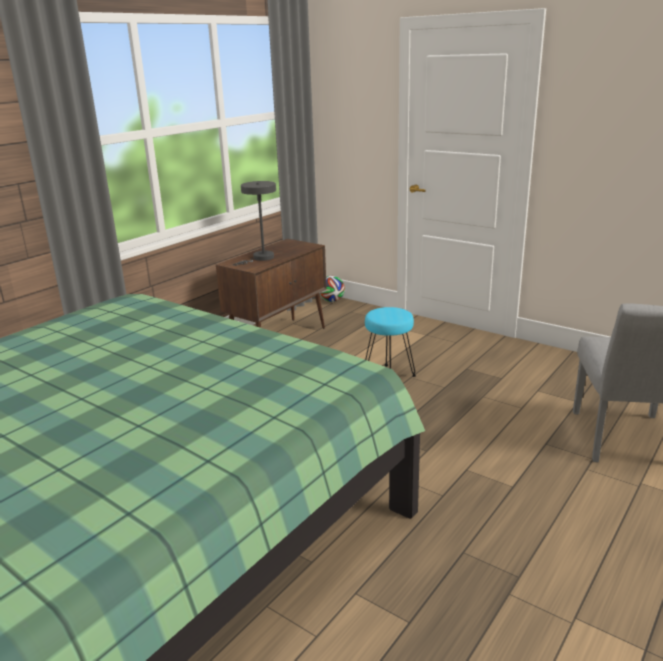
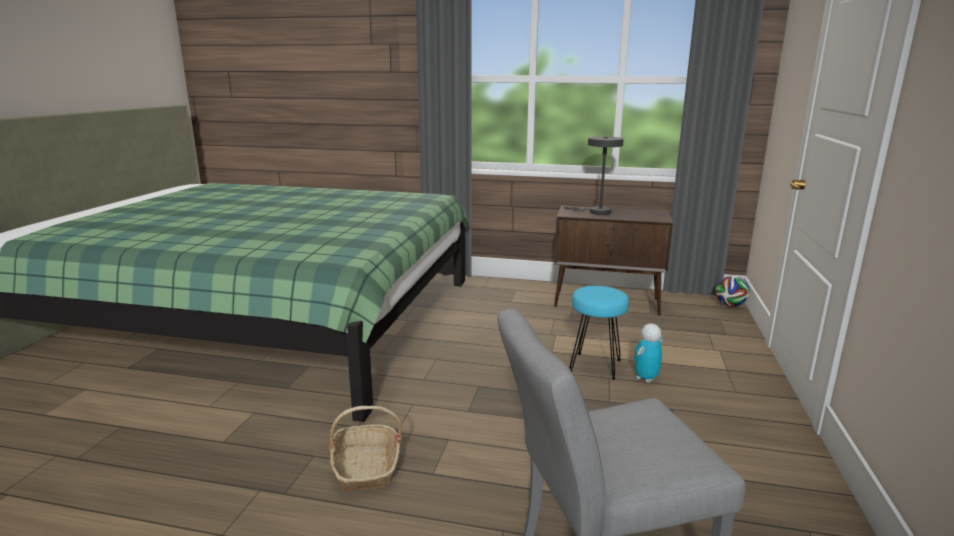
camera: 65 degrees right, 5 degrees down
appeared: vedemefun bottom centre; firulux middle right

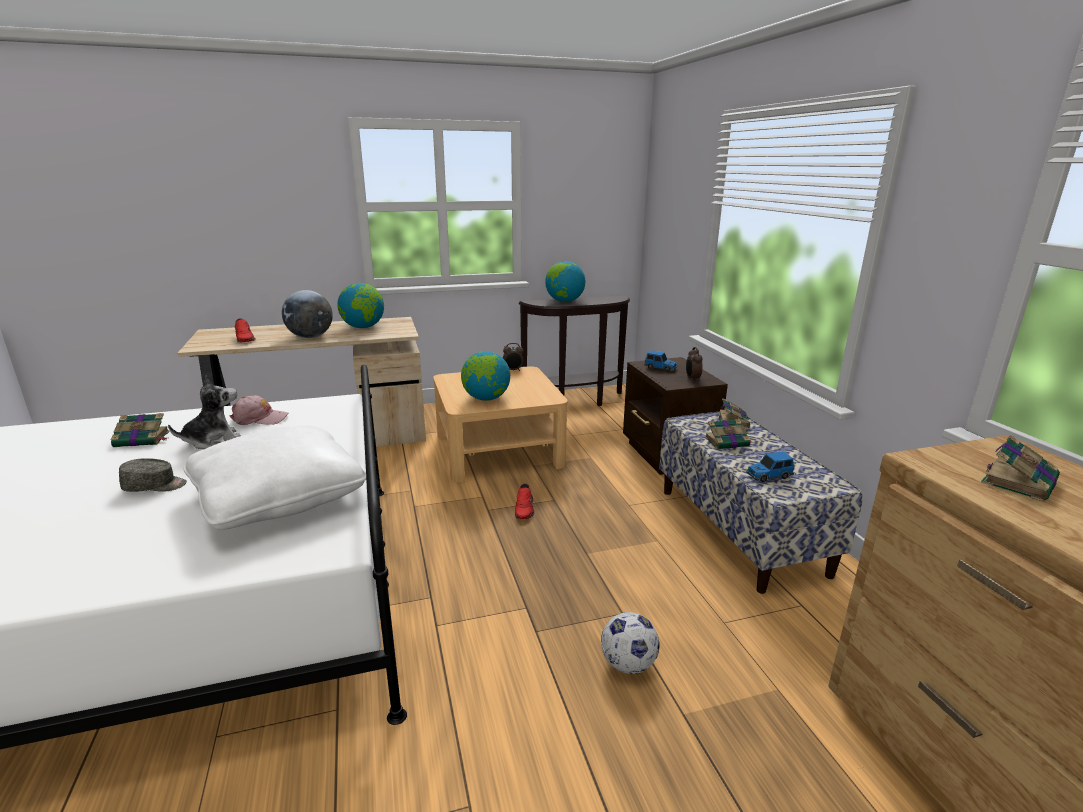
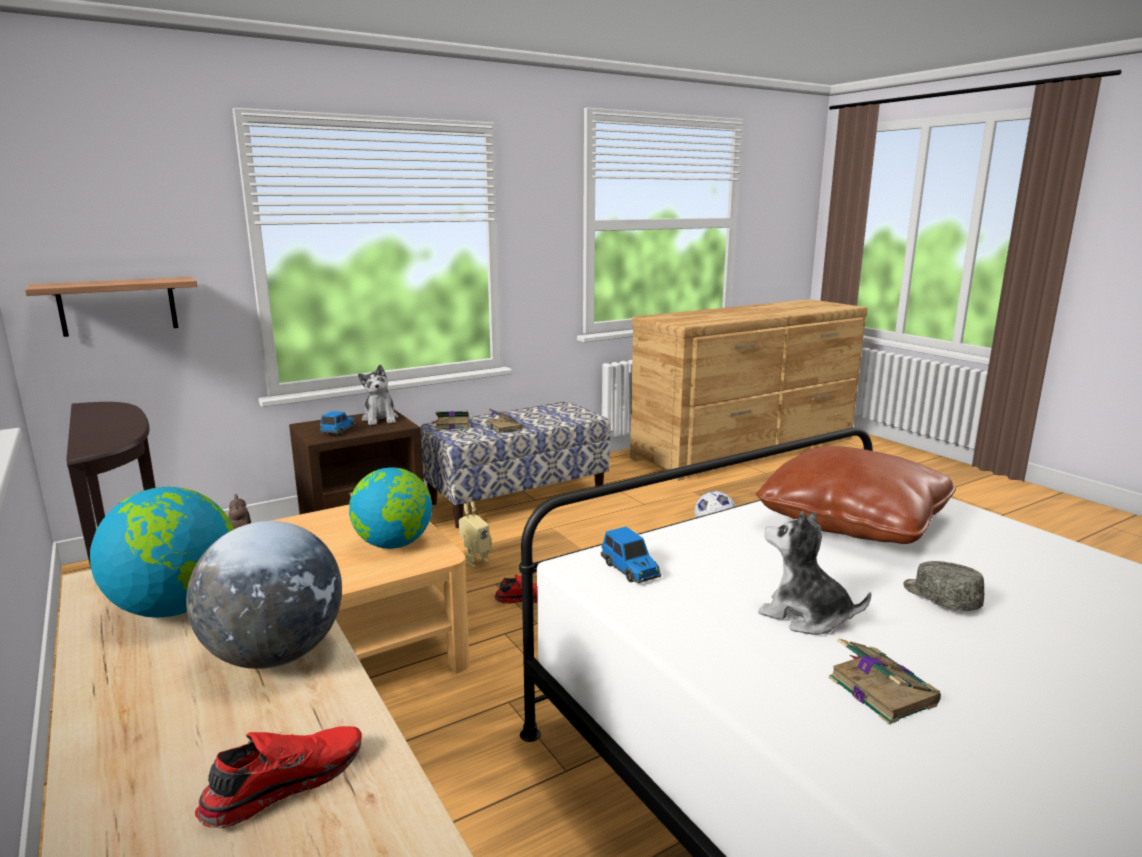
camera: 105 degrees left, 5 degrees down
missing: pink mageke middle left; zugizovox (no. 4 from left) centre; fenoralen (no. 4 from left) middle right
appeared: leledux middle left; firulux centre
relocated: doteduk (no. 2 from left) middle right to centre
exchanged: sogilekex (no. 2 from left) centre to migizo (no. 1 from left) middle left
colour: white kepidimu middle left to brown kepidimu middle right

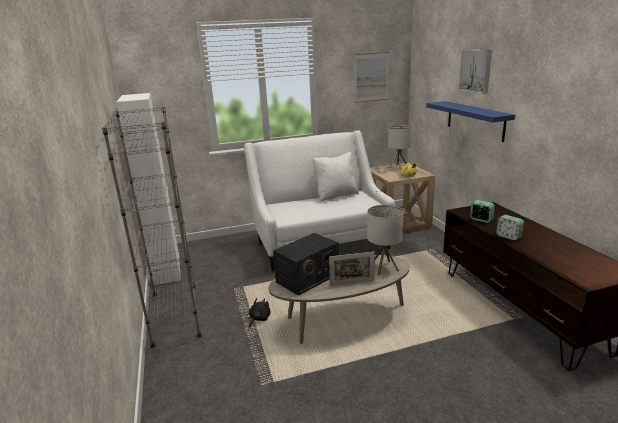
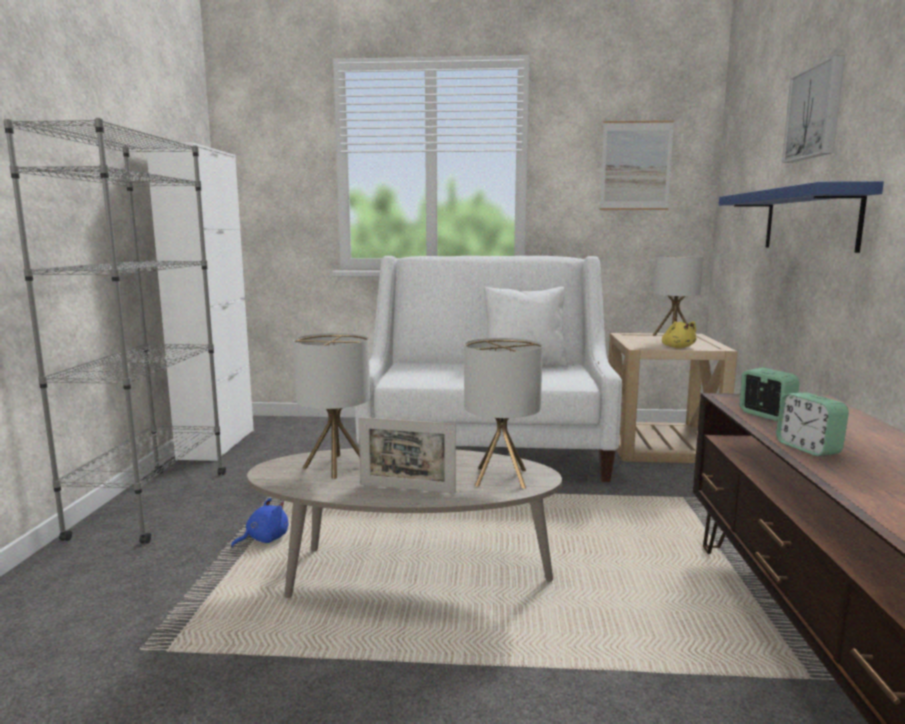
camera: 20 degrees right, 10 degrees down
exchanged: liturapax centre to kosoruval (no. 1 from left) centre
colour: black migizo bottom centre to blue migizo bottom left

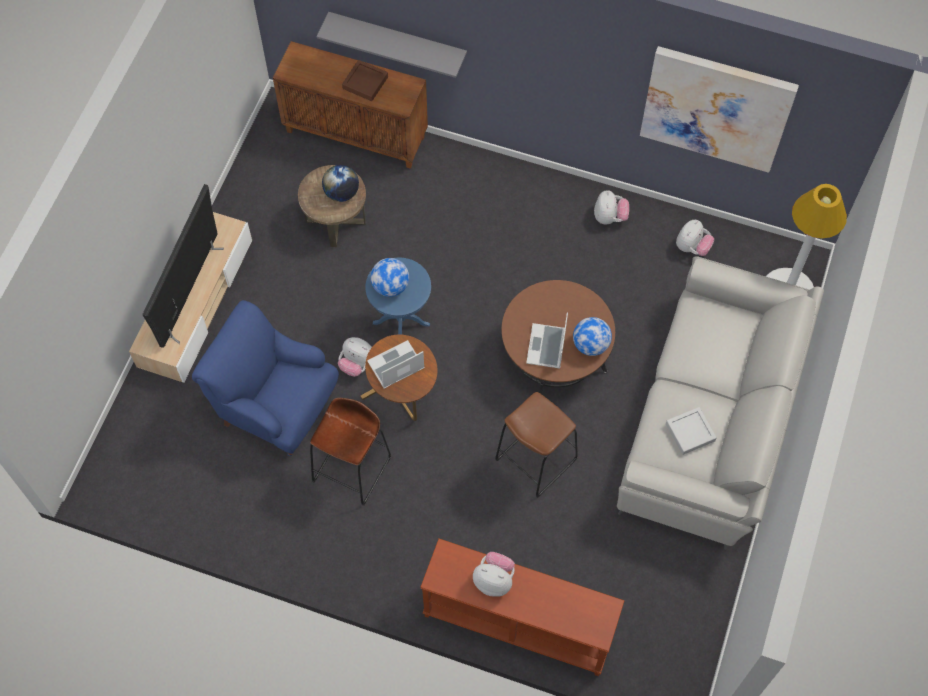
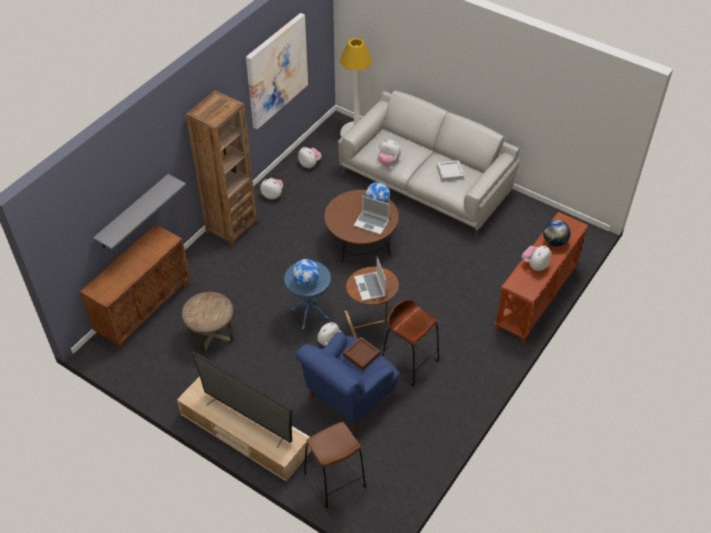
camera: 75 degrees left, 15 degrees down
appeared: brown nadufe top left; migizo (no. 4 from left) top centre
relocated: zugizovox (no. 1 from left in the first image) top centre to zugizovox (no. 3 from left) middle right; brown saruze top centre to centre; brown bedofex (no. 2 from left in the first image) centre to brown bedofex (no. 1 from left) bottom centre

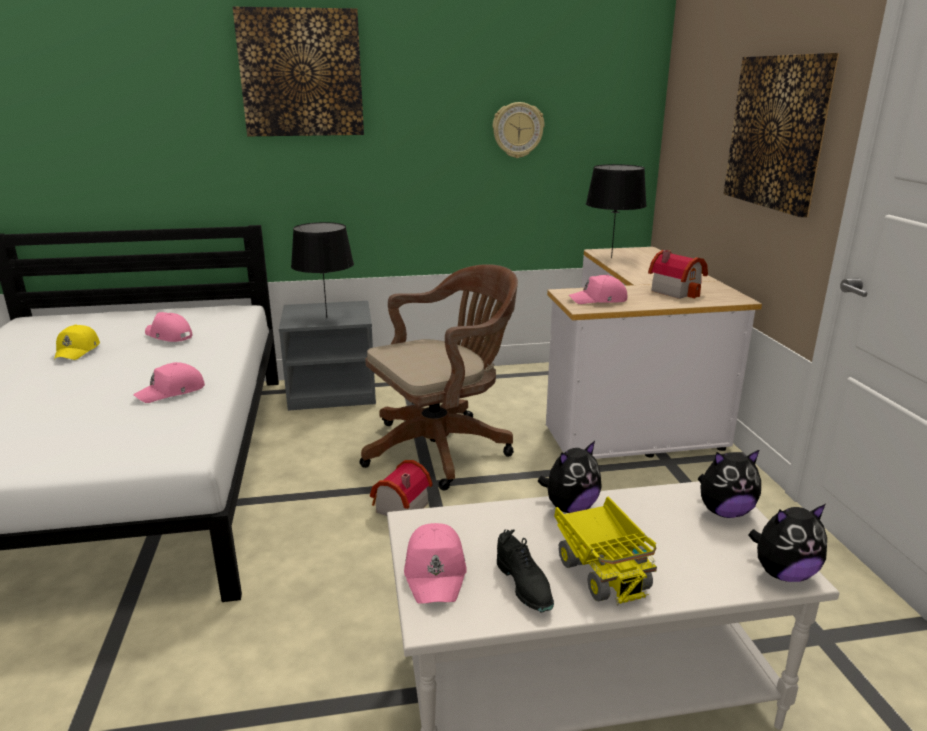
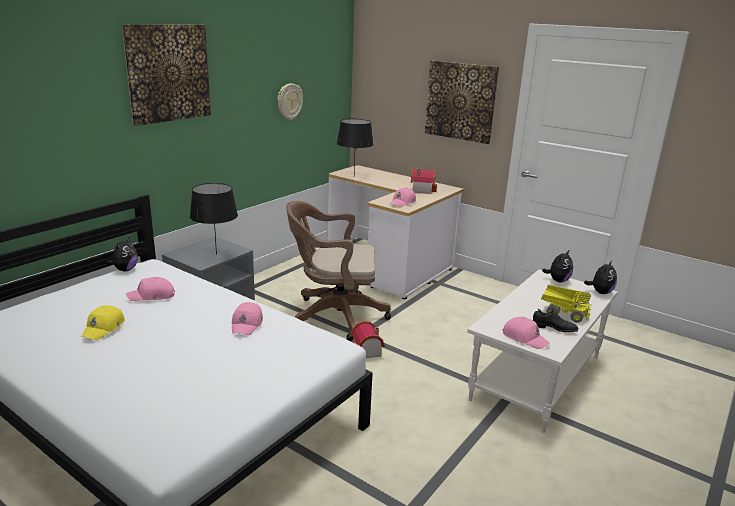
camera: 45 degrees left, 0 degrees up
relocated: migizo (no. 1 from left) centre to middle left
spun: yellow mageke middle left = middle left 60 degrees clockwise; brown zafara centre = centre 105 degrees counterclockwise

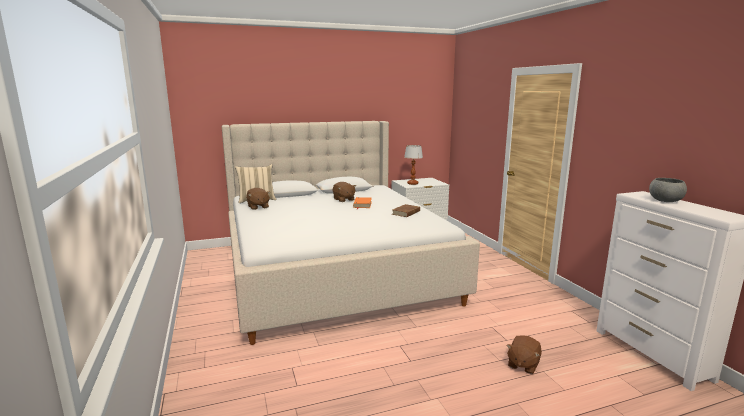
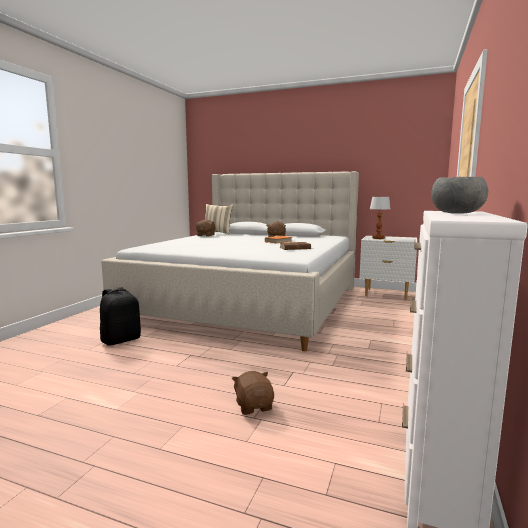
camera: 40 degrees right, 5 degrees down
appeared: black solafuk middle left
spun: brown migizo (no. 3 from left in the first image) bottom right = bottom centre 90 degrees clockwise

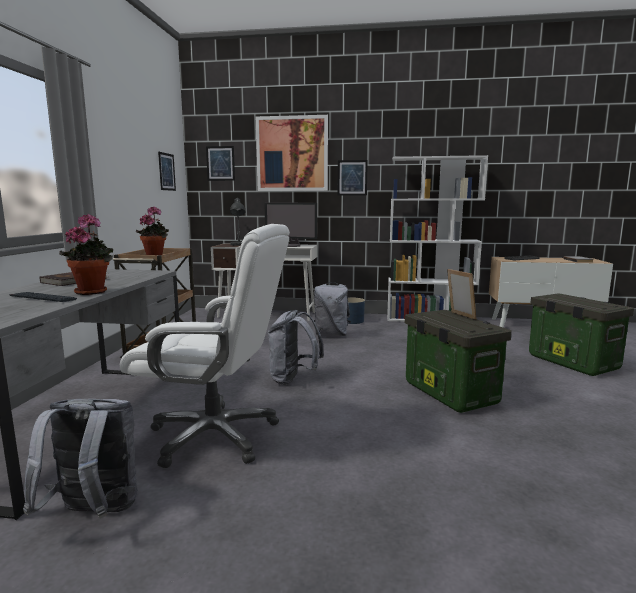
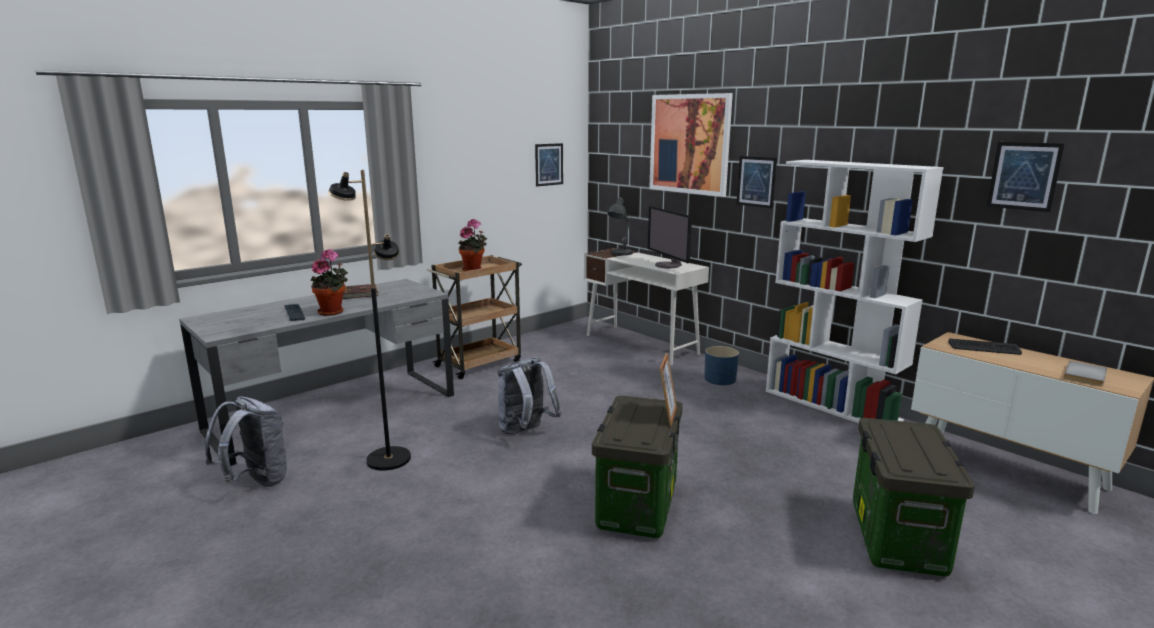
camera: 40 degrees right, 5 degrees up
missing: grey solafuk (no. 3 from left) centre
relocated: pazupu (no. 2 from left in the first image) top centre to pazupu (no. 4 from left) top right
exchanged: white zafara middle left to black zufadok middle left

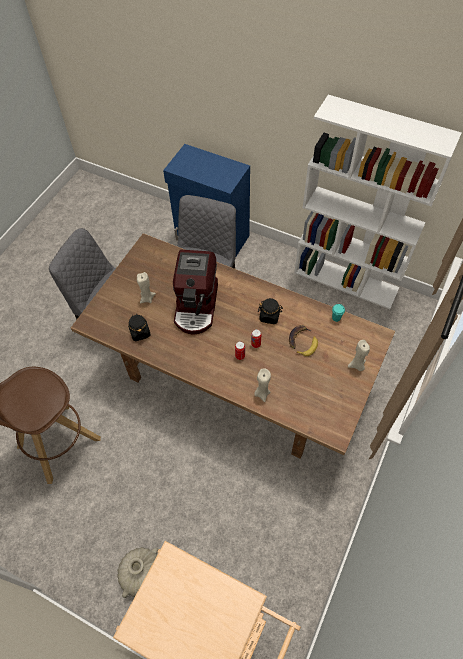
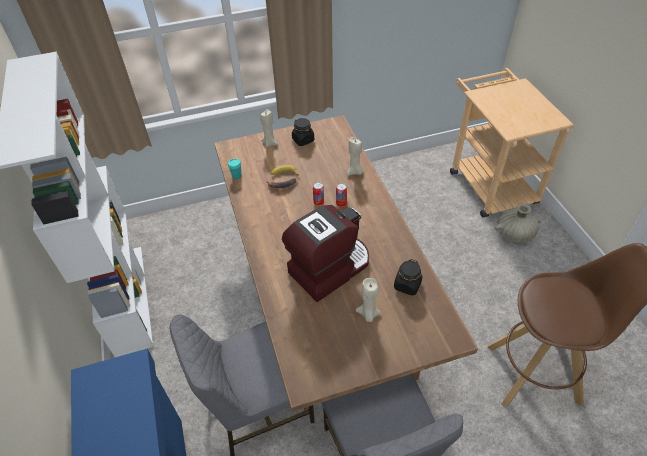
camera: 135 degrees left, 10 degrees down
relocated: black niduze (no. 2 from left in the first image) centre to black niduze (no. 1 from left) top centre

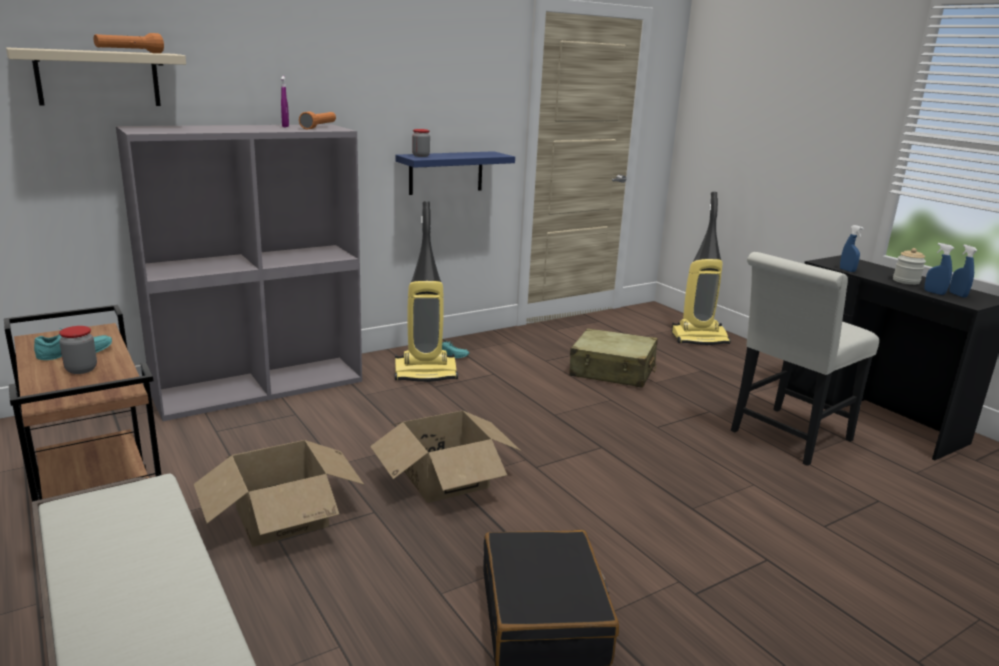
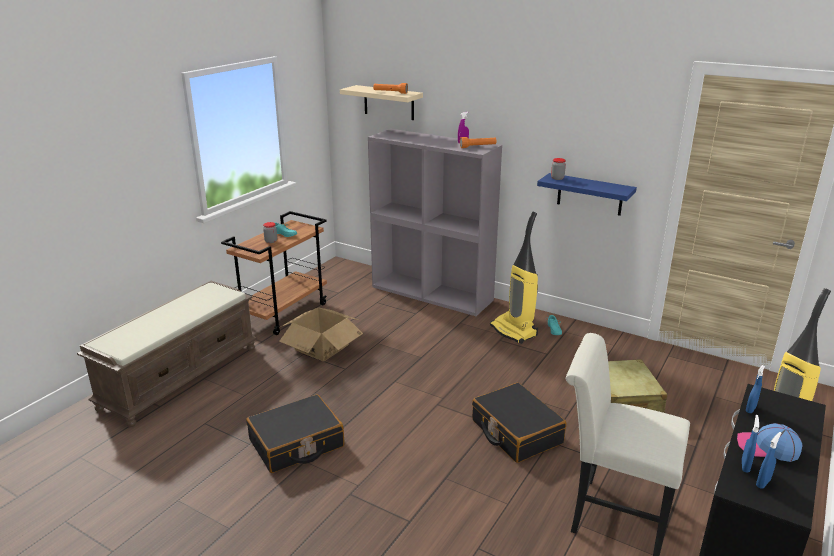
camera: 65 degrees right, 5 degrees up
missing: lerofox (no. 2 from left) bottom centre
appeared: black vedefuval (no. 2 from left) bottom centre
exchanged: niduze (no. 3 from left) middle right to mageke bottom right

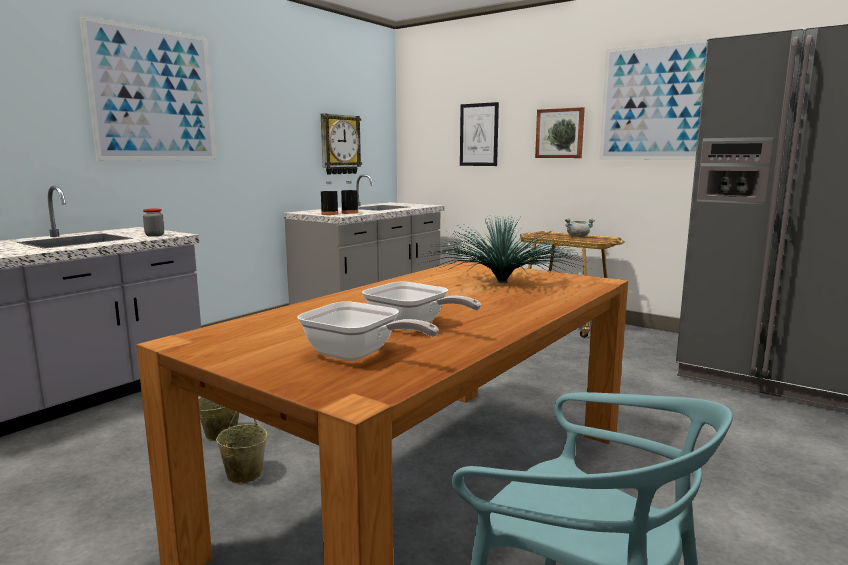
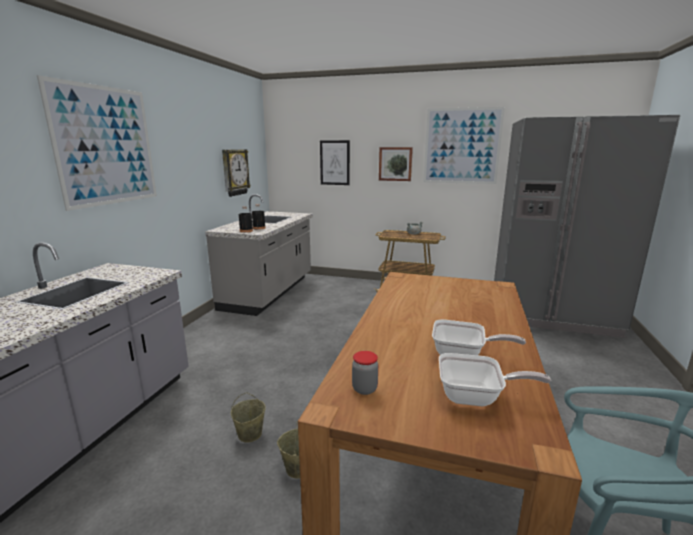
camera: 20 degrees left, 5 degrees up
missing: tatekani centre
relocated: niduze middle left to bottom centre

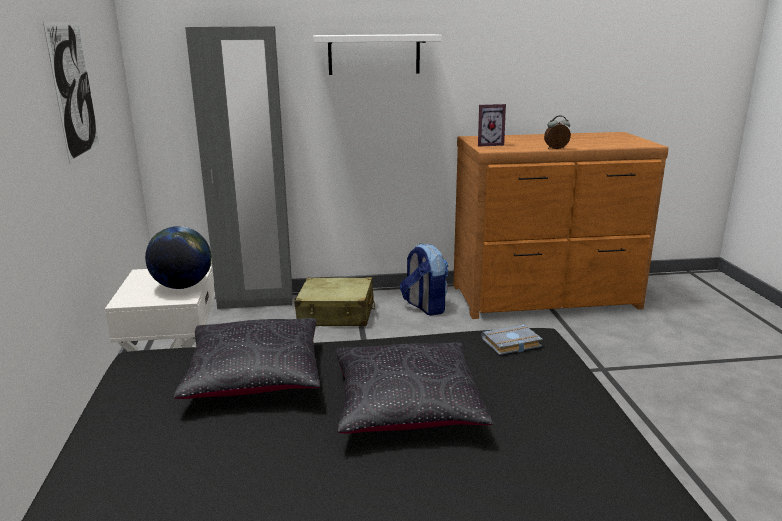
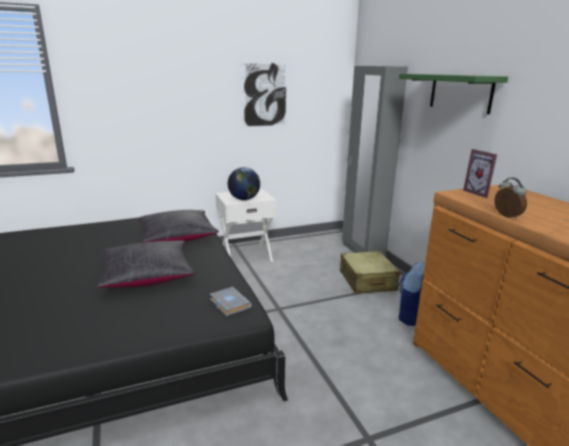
camera: 75 degrees right, 0 degrees up
colour: white leledux top centre to green leledux top right

